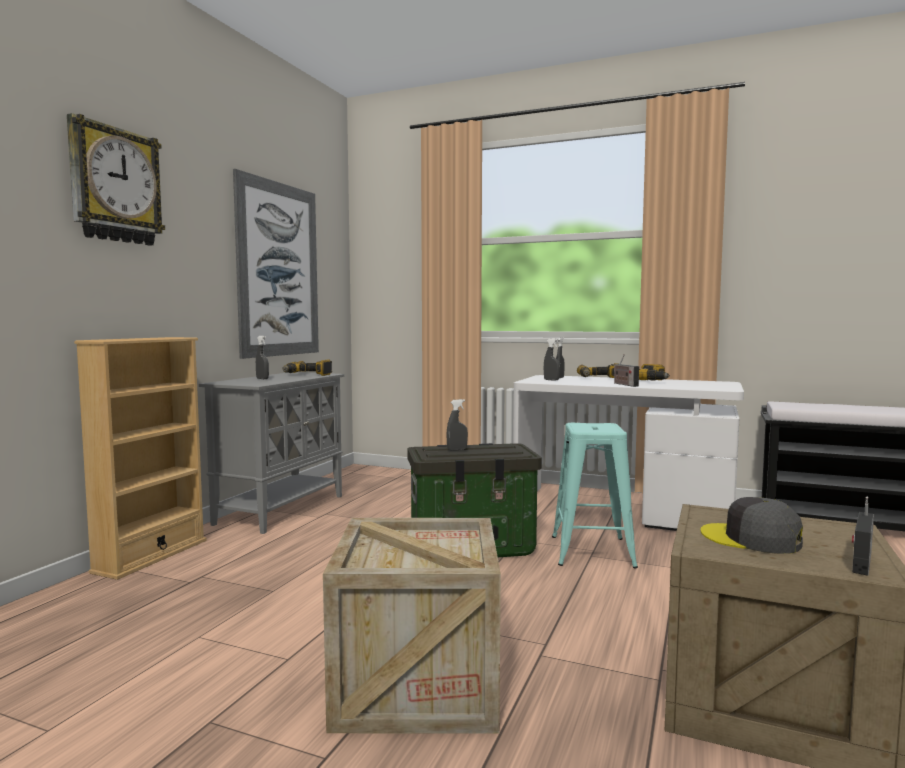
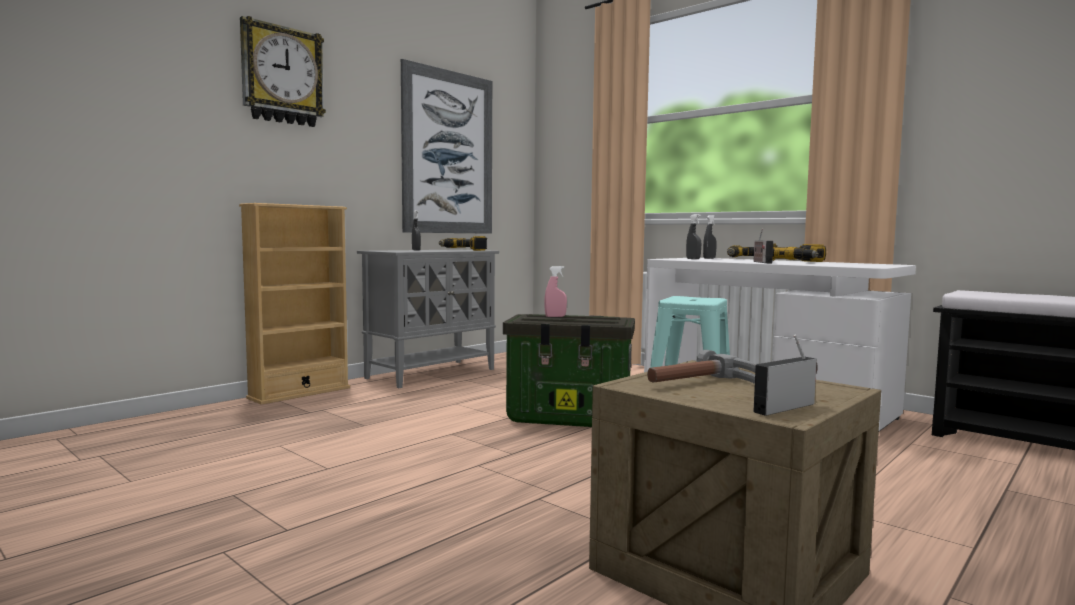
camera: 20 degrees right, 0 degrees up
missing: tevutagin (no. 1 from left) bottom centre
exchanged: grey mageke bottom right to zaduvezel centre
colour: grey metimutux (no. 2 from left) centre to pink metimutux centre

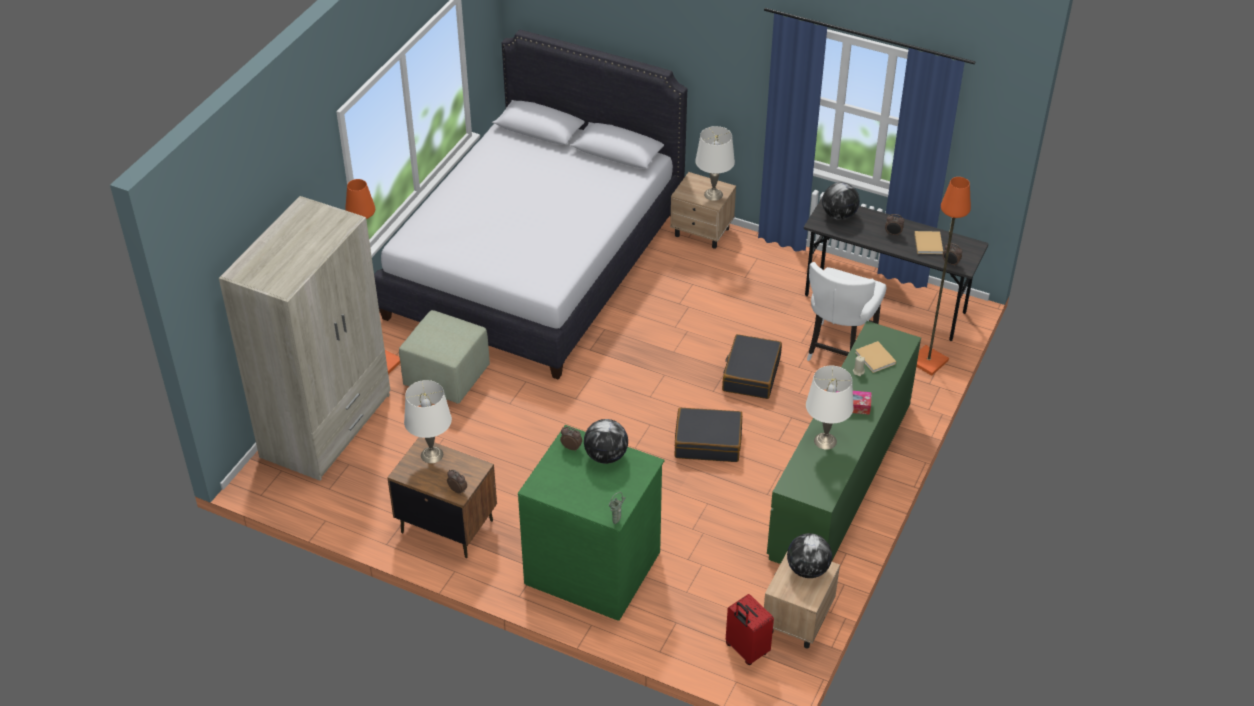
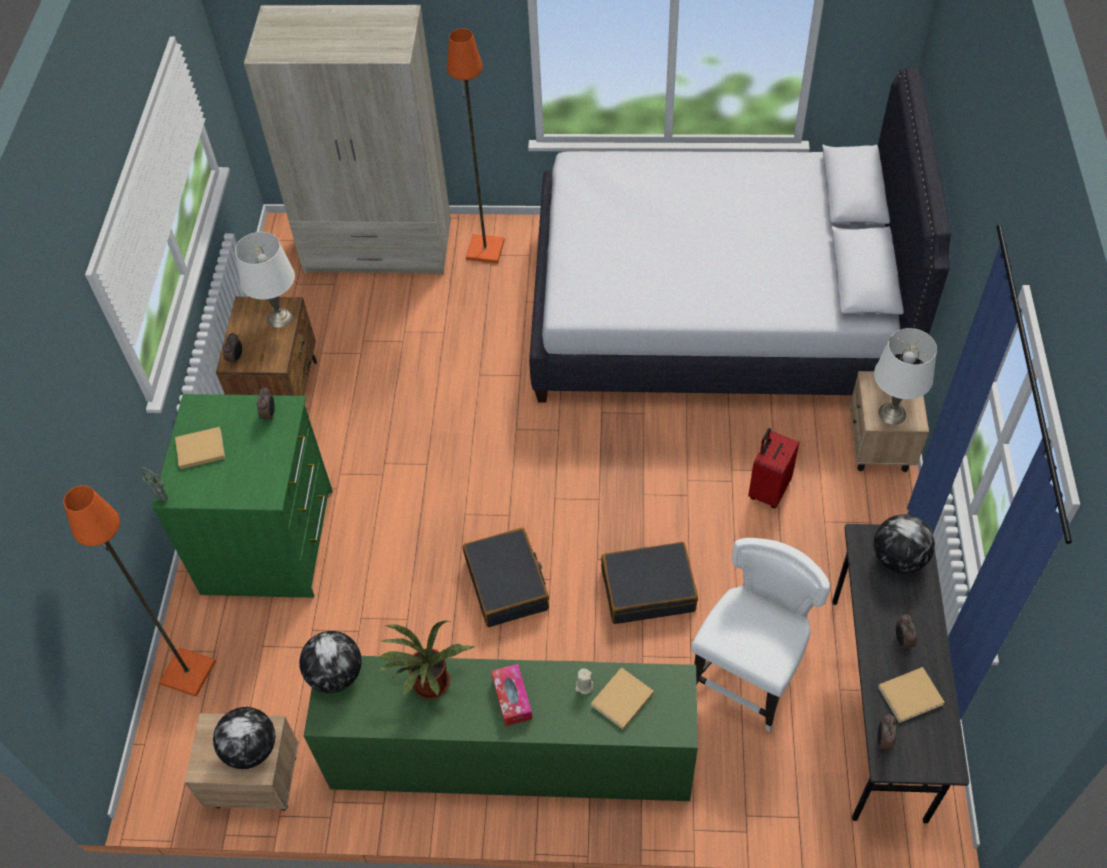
camera: 70 degrees right, 10 degrees up
missing: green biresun centre
appeared: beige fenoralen (no. 1 from left) middle left
relocated: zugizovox (no. 1 from left in the first image) centre to zugizovox (no. 2 from left) bottom left; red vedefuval bottom centre to middle right; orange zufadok (no. 2 from left in the first image) middle right to orange zufadok (no. 1 from left) bottom left
exchanged: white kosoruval (no. 3 from left) centre to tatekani bottom centre
spun: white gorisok middle right = bottom right 120 degrees clockwise

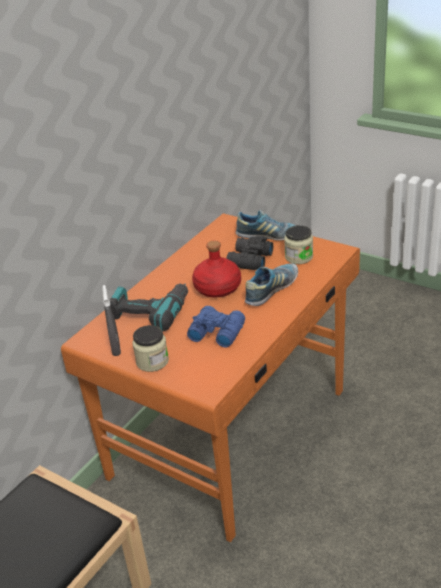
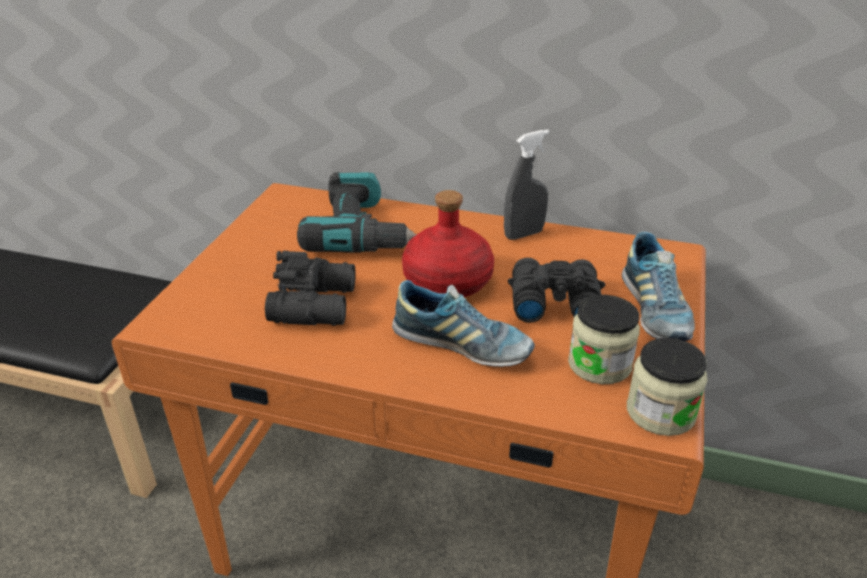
camera: 70 degrees right, 0 degrees up
relocated: grey metimutux middle left to top centre; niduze (no. 1 from left in the first image) centre to niduze (no. 2 from left) bottom right
colour: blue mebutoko centre to black mebutoko (no. 1 from left) centre

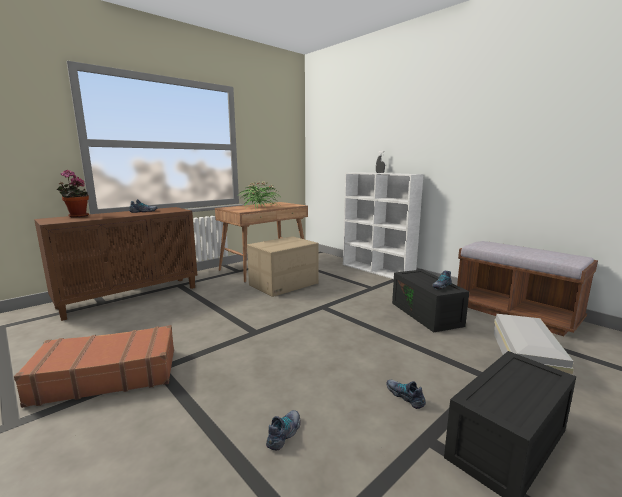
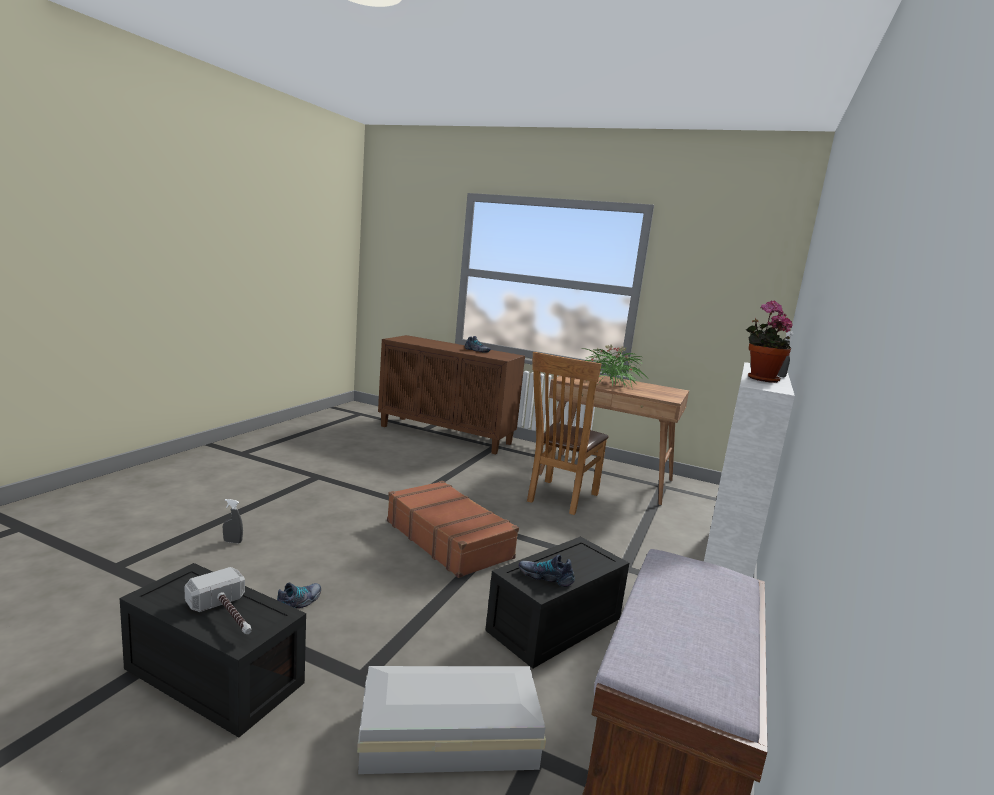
camera: 65 degrees right, 0 degrees up
appeared: zaduvezel bottom left
relocated: brown vedefuval bottom left to centre; tatekani (no. 1 from left in the first image) middle left to tatekani (no. 2 from left) middle right
exchanged: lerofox centre to brown gorisok centre; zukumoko (no. 2 from left) bottom centre to grey metimutux (no. 1 from left) middle left

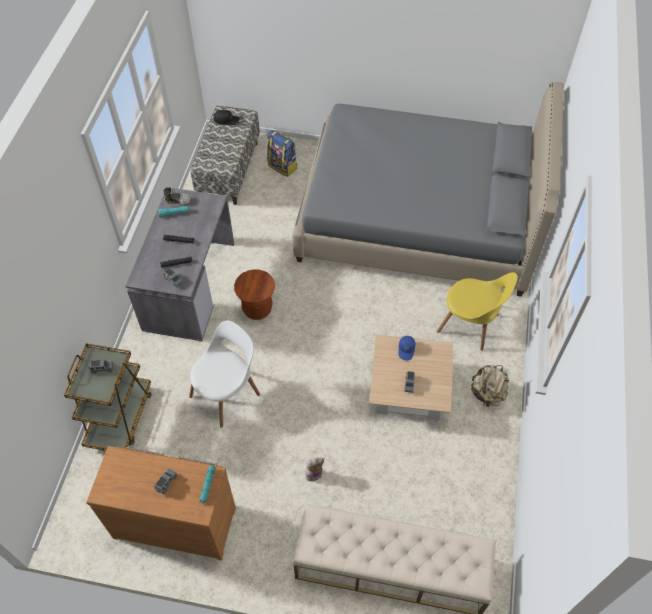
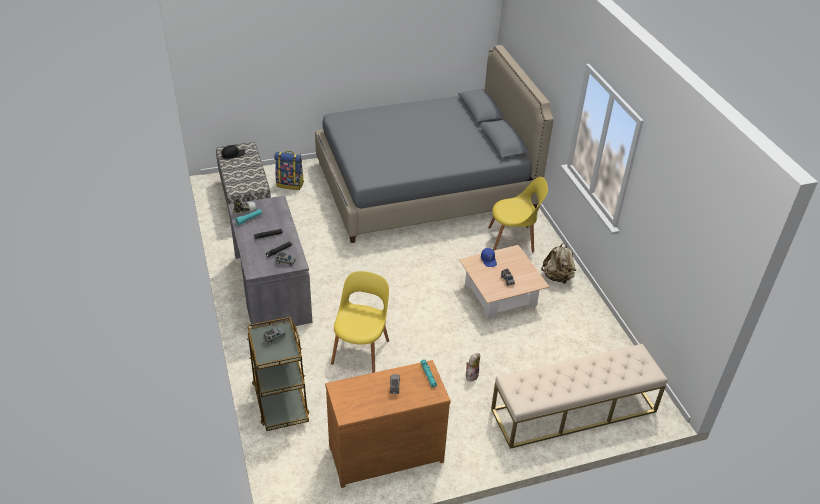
camera: 30 degrees left, 15 degrees down
missing: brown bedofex centre
colour: white gorisok centre to yellow gorisok (no. 1 from left) centre

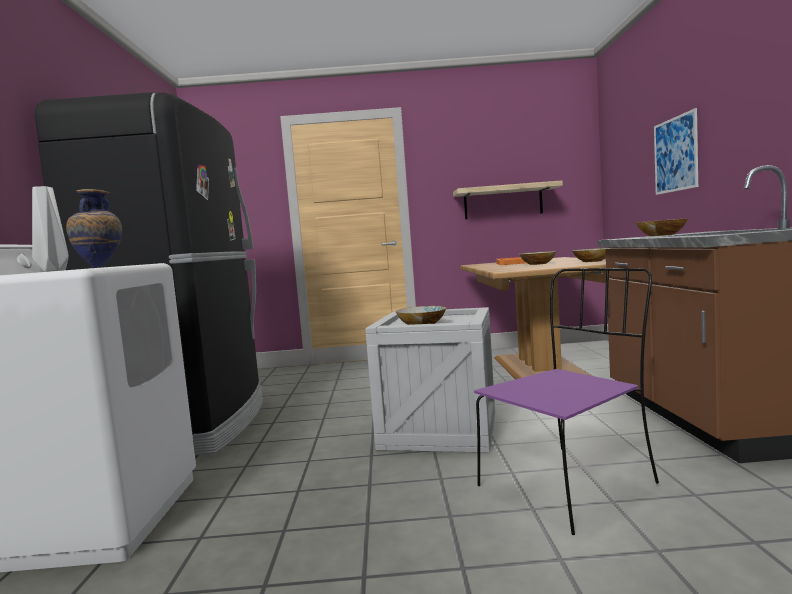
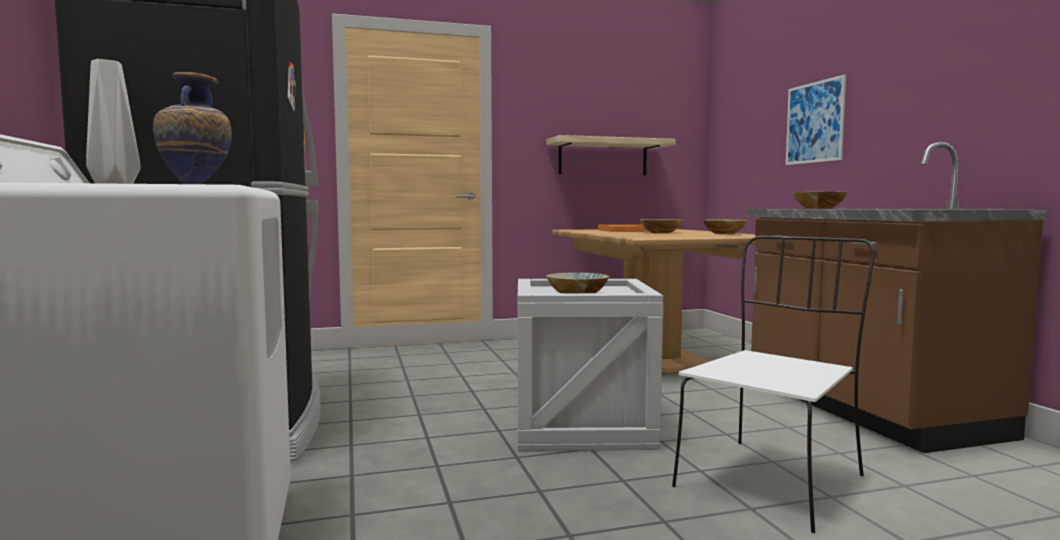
camera: 15 degrees left, 0 degrees up
colour: purple gorisok bottom right to white gorisok bottom right

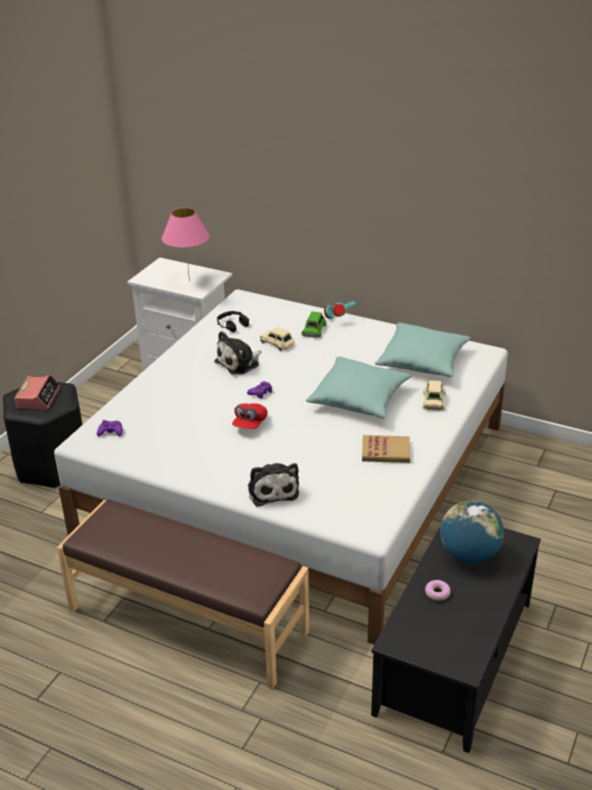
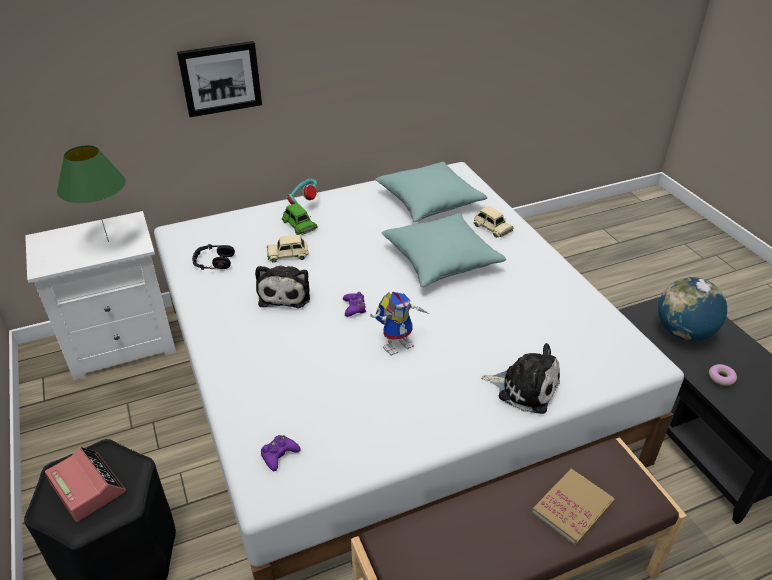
camera: 50 degrees left, 5 degrees up
appeared: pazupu top left
relocated: fenoralen centre to bottom right
exchanged: red mageke centre to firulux centre
colour: pink kosoruval top left to green kosoruval top left

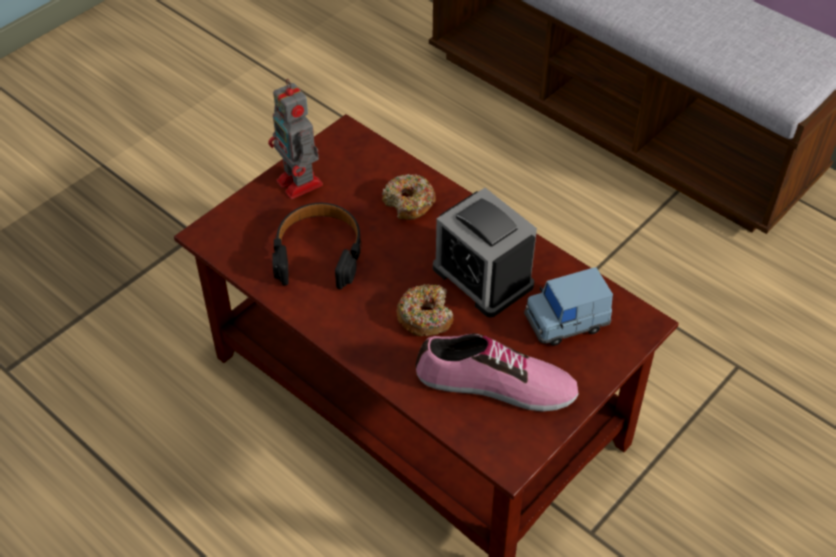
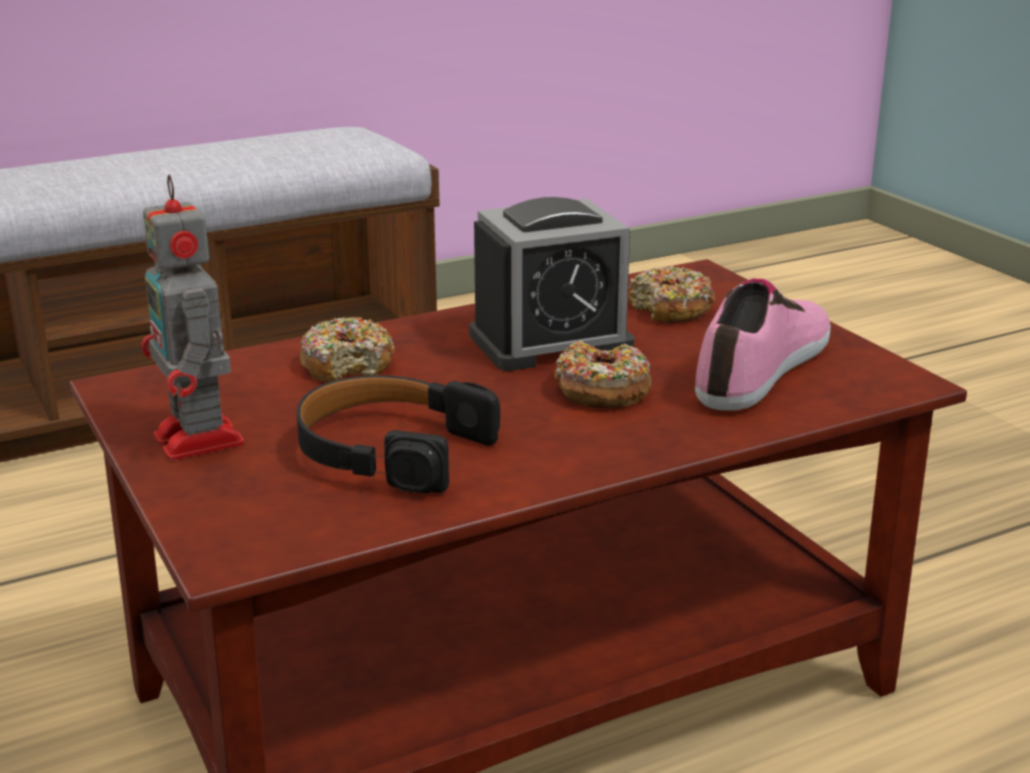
camera: 70 degrees left, 25 degrees down
exchanged: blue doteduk middle right to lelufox (no. 3 from left) centre
spun: firulux top centre = middle left 75 degrees clockwise

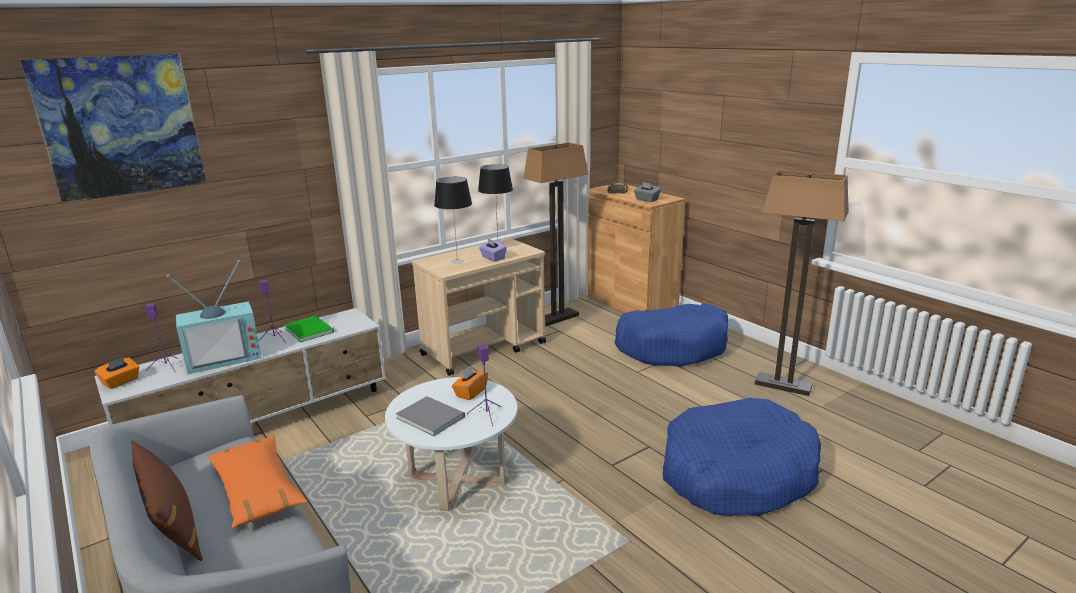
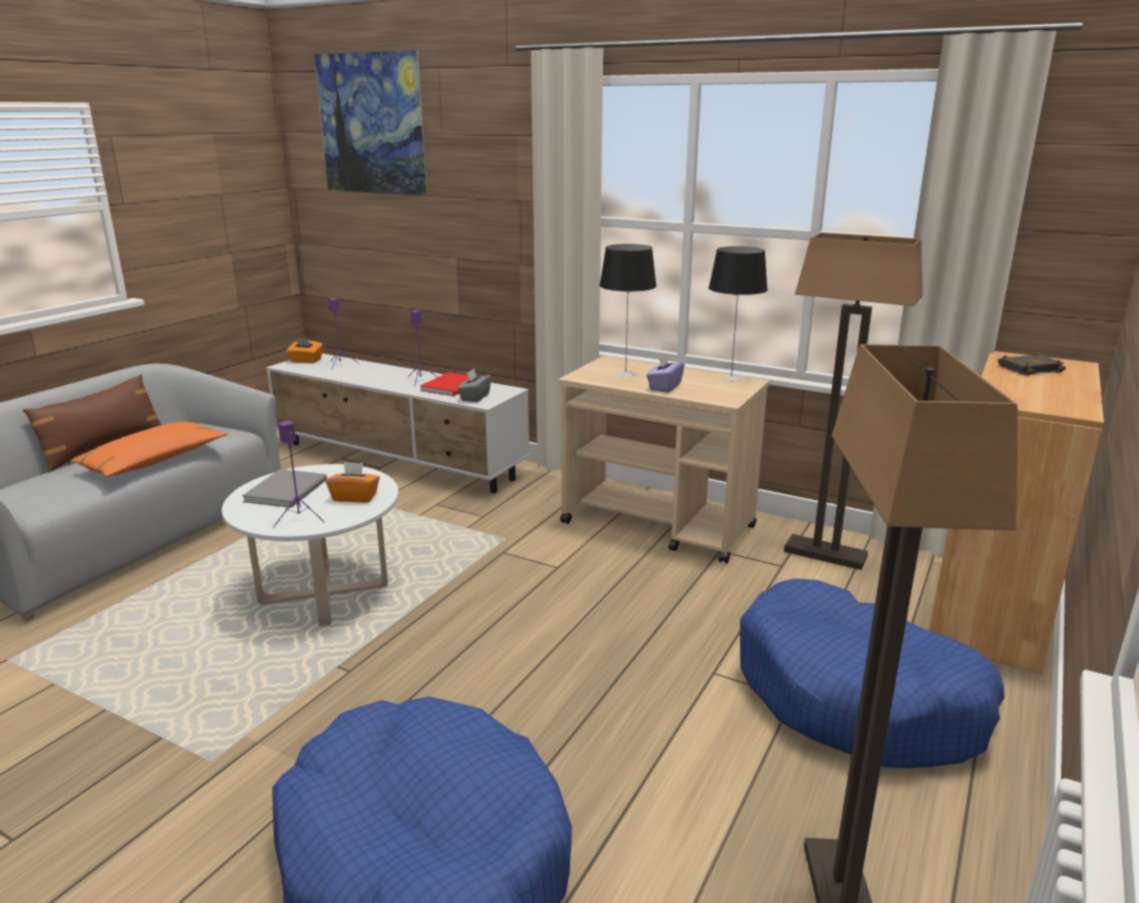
camera: 65 degrees right, 0 degrees up
missing: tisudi middle left
relocated: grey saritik top centre to centre
colour: green fenoralen middle left to red fenoralen centre

